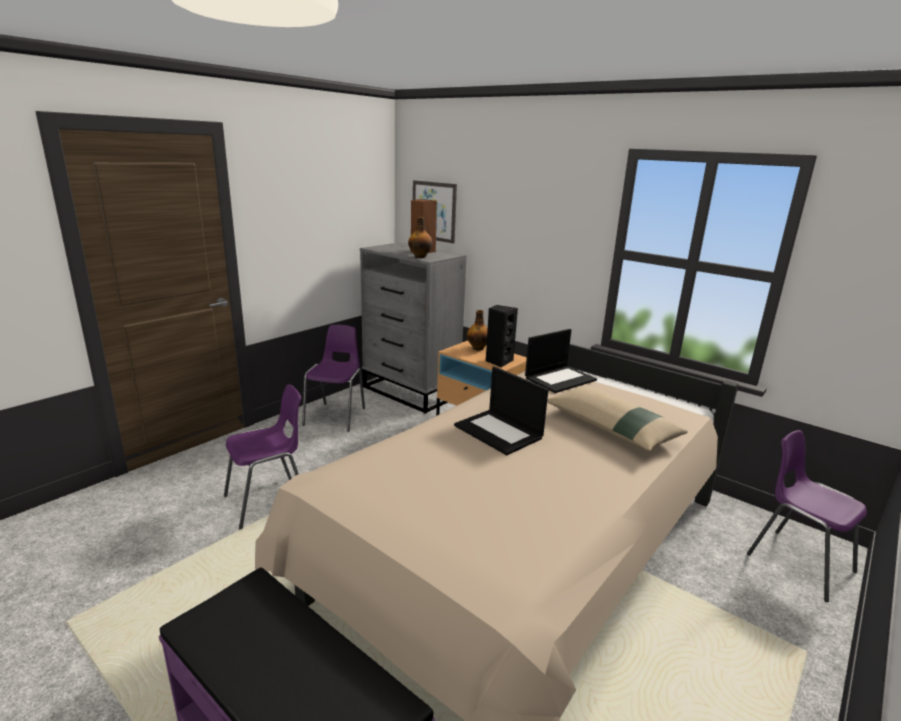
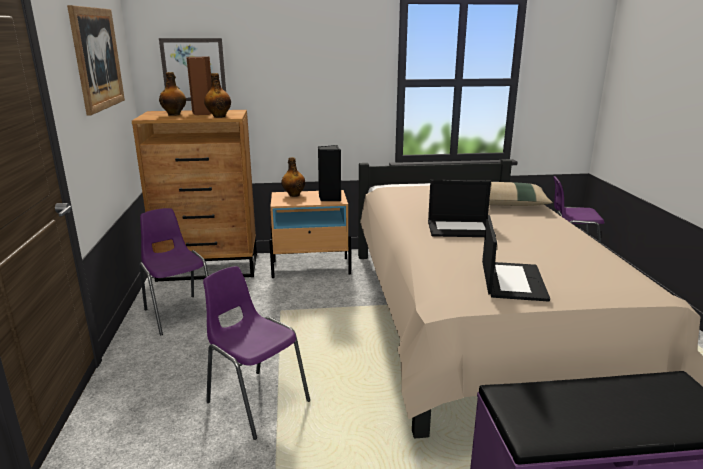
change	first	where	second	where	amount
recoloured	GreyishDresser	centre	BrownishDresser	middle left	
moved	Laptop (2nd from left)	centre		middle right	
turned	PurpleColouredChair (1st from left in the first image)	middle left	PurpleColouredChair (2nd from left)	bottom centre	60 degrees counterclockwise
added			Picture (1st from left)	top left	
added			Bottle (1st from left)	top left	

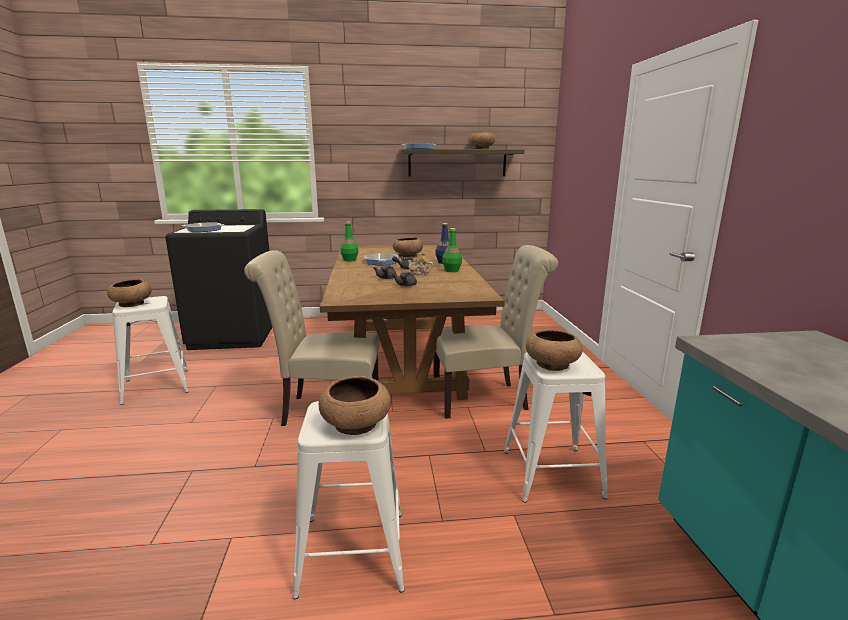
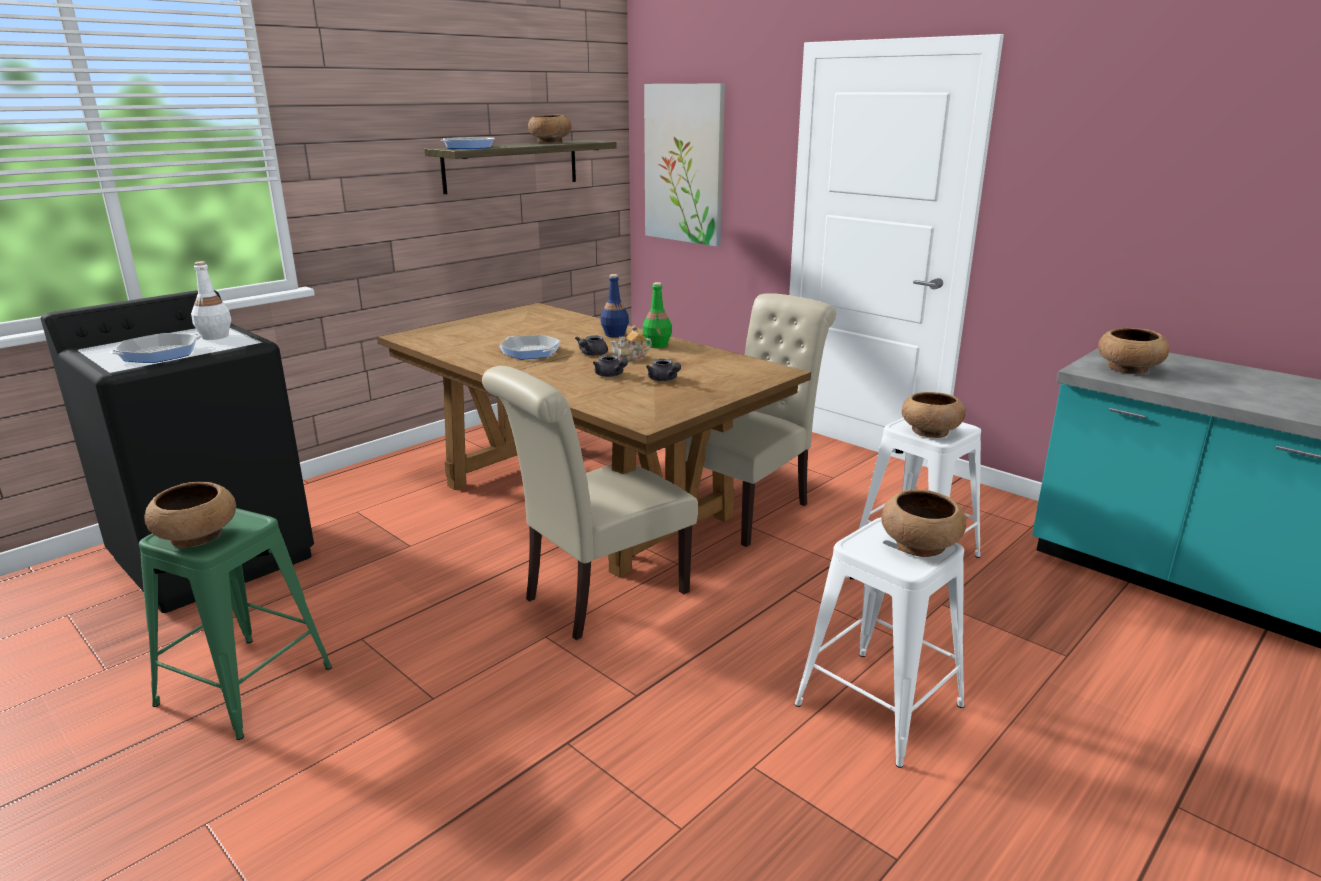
change	first	where	second	where	amount
removed	GreenishBottle (1st from left)	centre			
moved	BrownishServingBowl (3rd from left in the first image)	centre	BrownishServingBowl (5th from left)	middle right	
recoloured	WhiteColouredSittingStool (1st from left)	middle left	GreenishSittingStool	bottom left	
added			Picture	top centre	
added			WhiteColouredBottle	middle left	

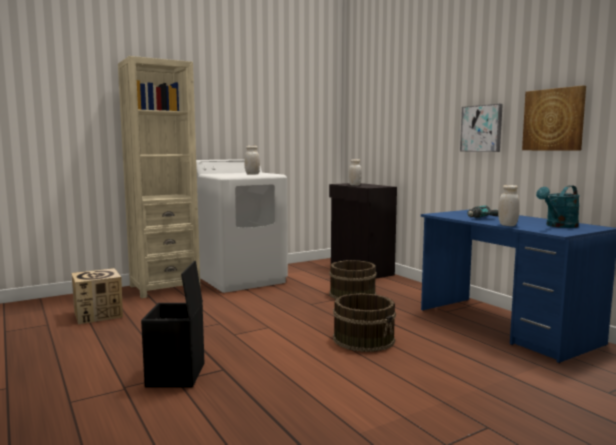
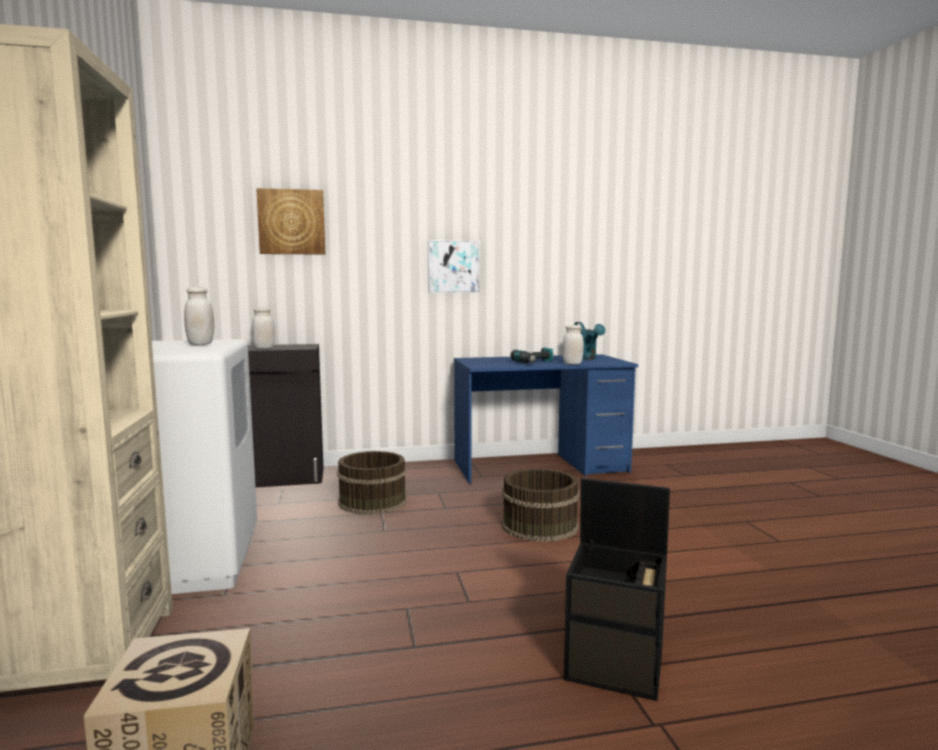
change	first	where	second	where	amount
moved	Picture (2nd from left in the first image)	top right	Picture (1st from left)	top left	

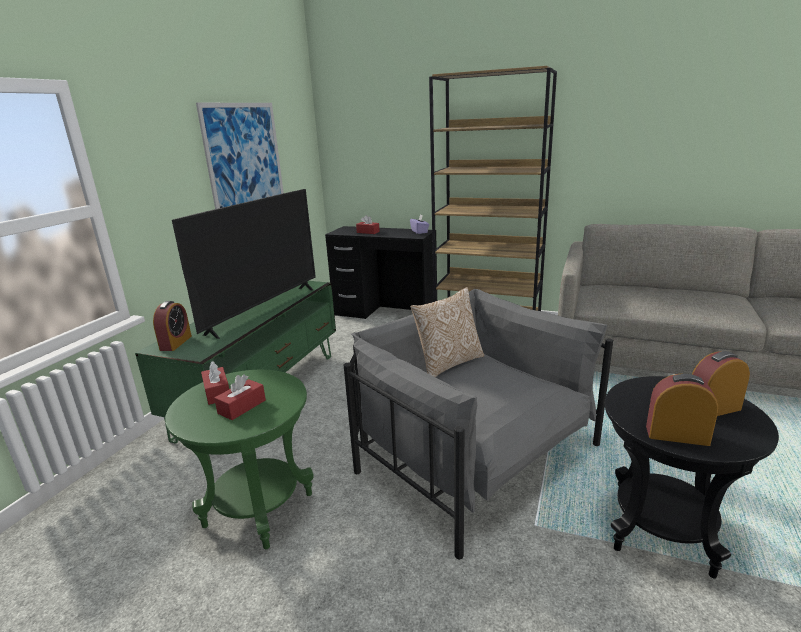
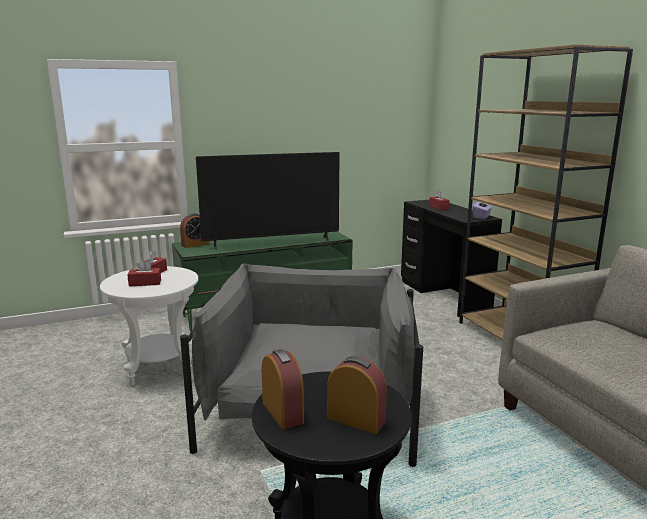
change	first	where	second	where	amount
removed	Picture	top left			
removed	Pillow	centre			
recoloured	GreenishAccentTable	bottom left	WhiteColouredAccentTable	middle left	

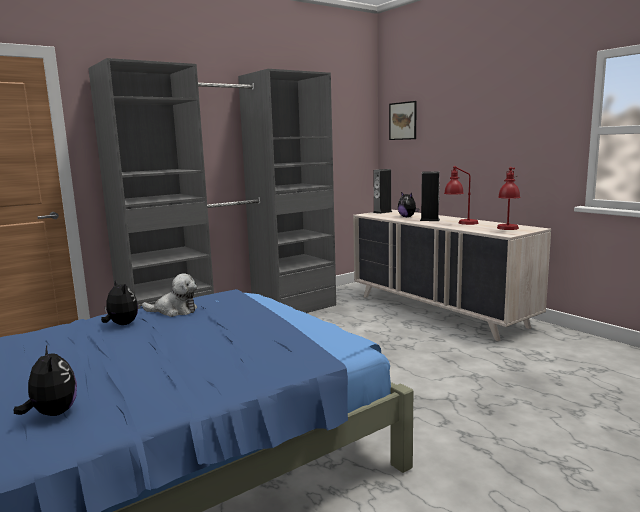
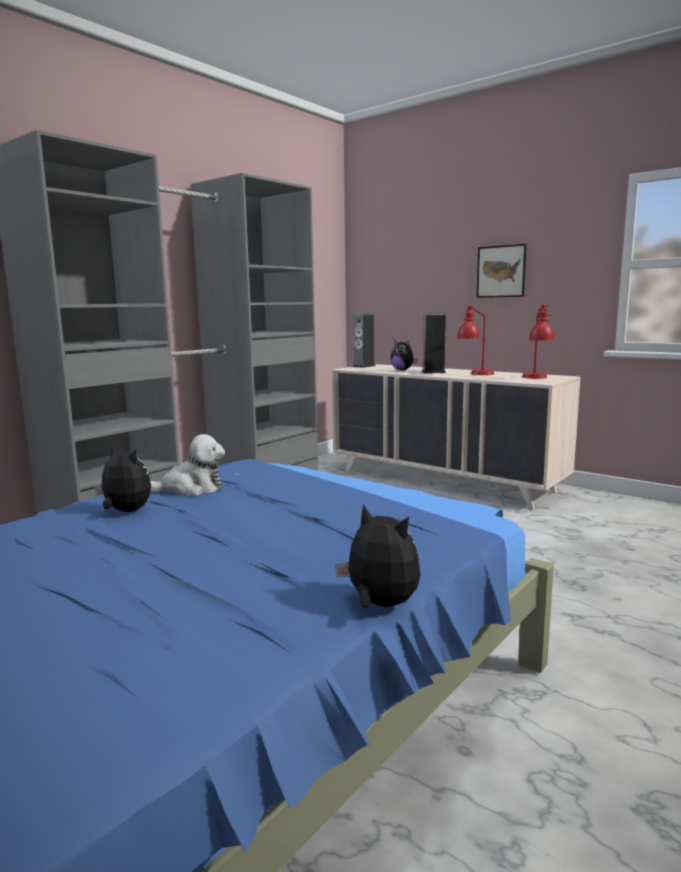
change	first	where	second	where	amount
moved	Picture	top centre		top right	
moved	PlushToy (1st from left in the first image)	bottom left	PlushToy (3rd from left)	centre	

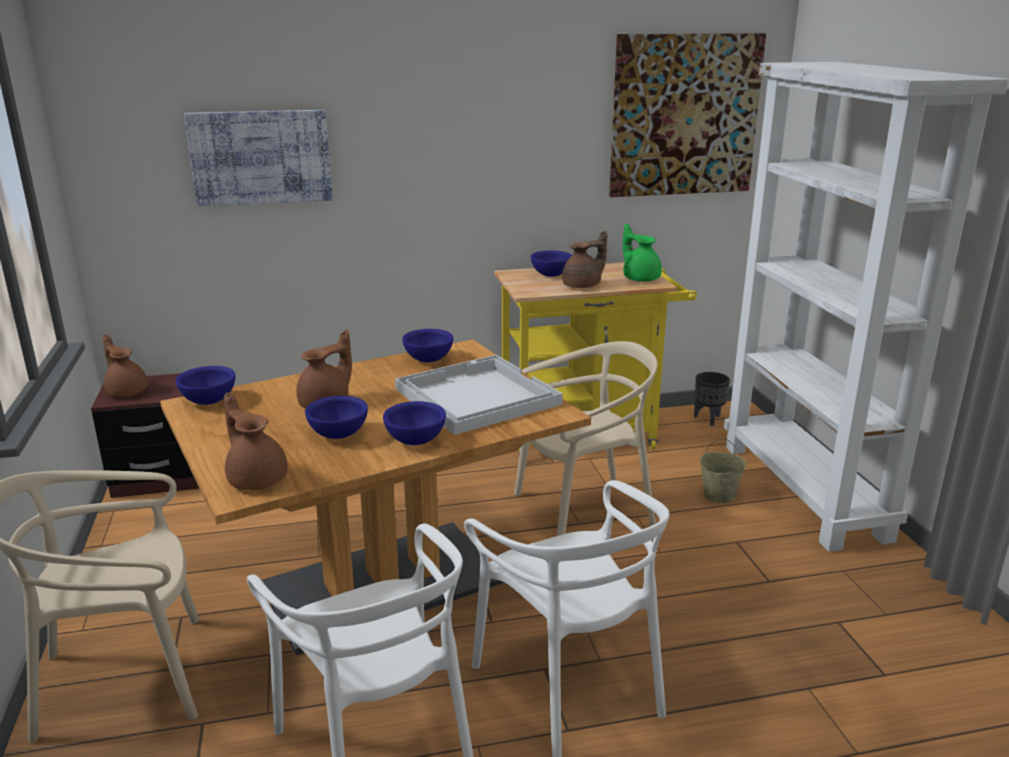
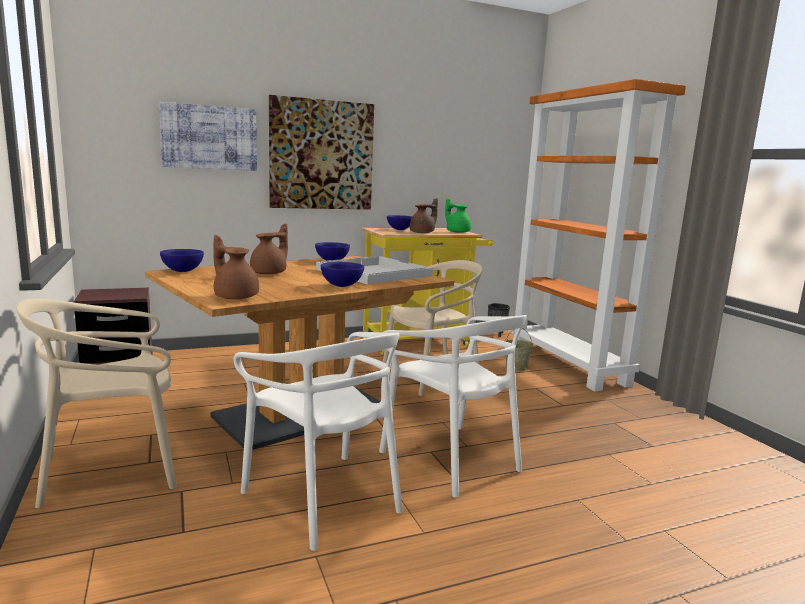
change	first	where	second	where	amount
moved	Picture (2nd from left)	top right		top centre	
recoloured	WhiteColouredShelvingUnit	middle right	OrangeColouredShelvingUnit	middle right	
removed	BrownishTeapot (1st from left)	middle left			
removed	BlueServingBowl (2nd from left)	middle left			

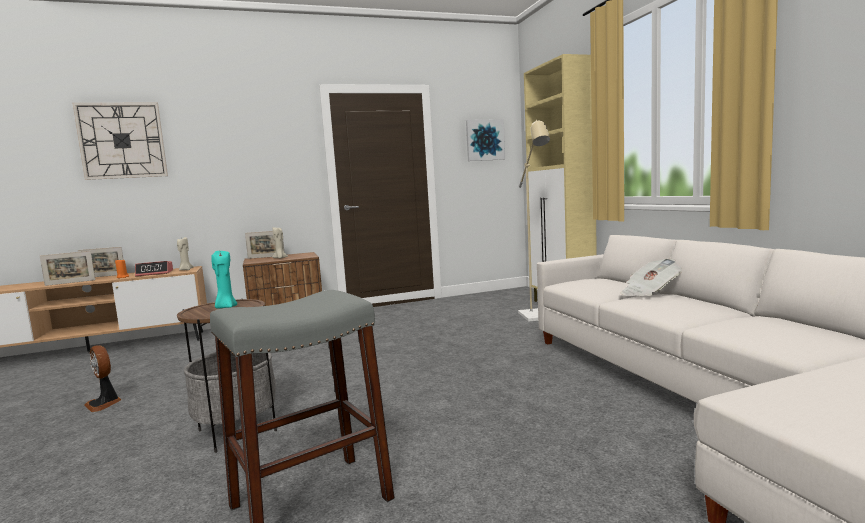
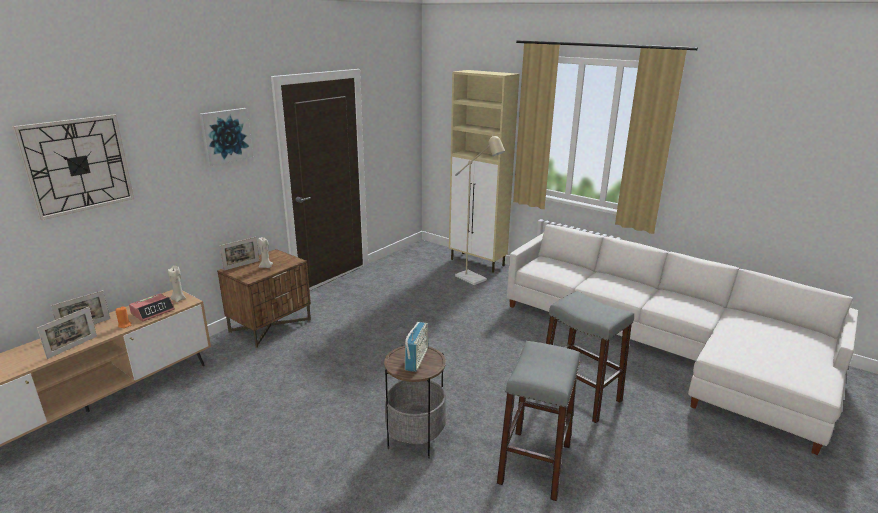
change	first	where	second	where	amount
moved	Picture	top centre		top left	
replaced	TurquoiseCandle	middle left	Radio	bottom centre	
removed	PrintedPaper	middle right			
removed	CoolingFan	bottom left			
added			GreyishSittingStool (2nd from left)	bottom right	

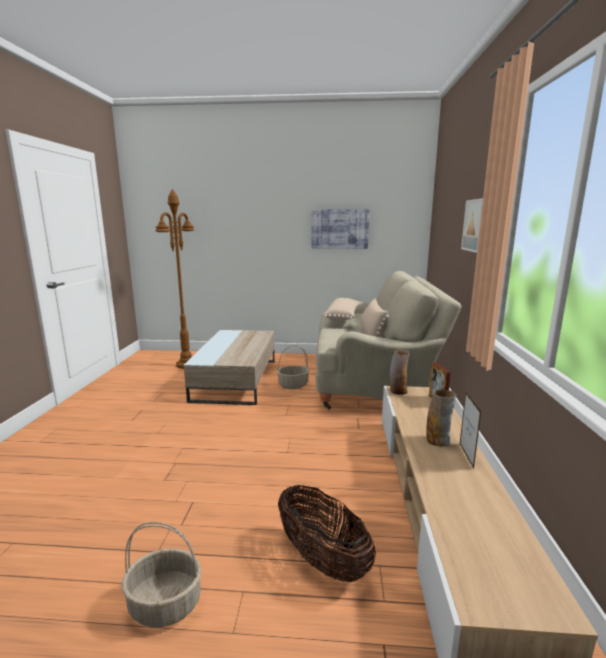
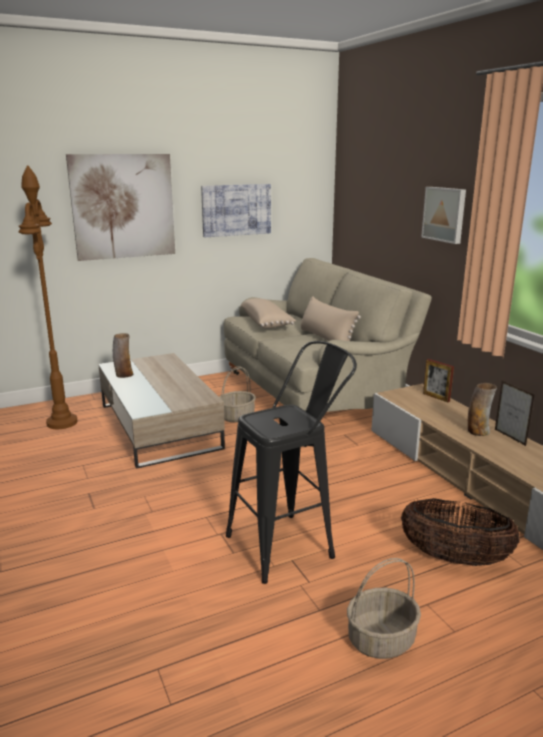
change	first	where	second	where	amount
moved	DecorativeVase (1st from left)	centre		middle left	
added			Picture (1st from left)	top left	
added			BlackishSittingStool	centre	

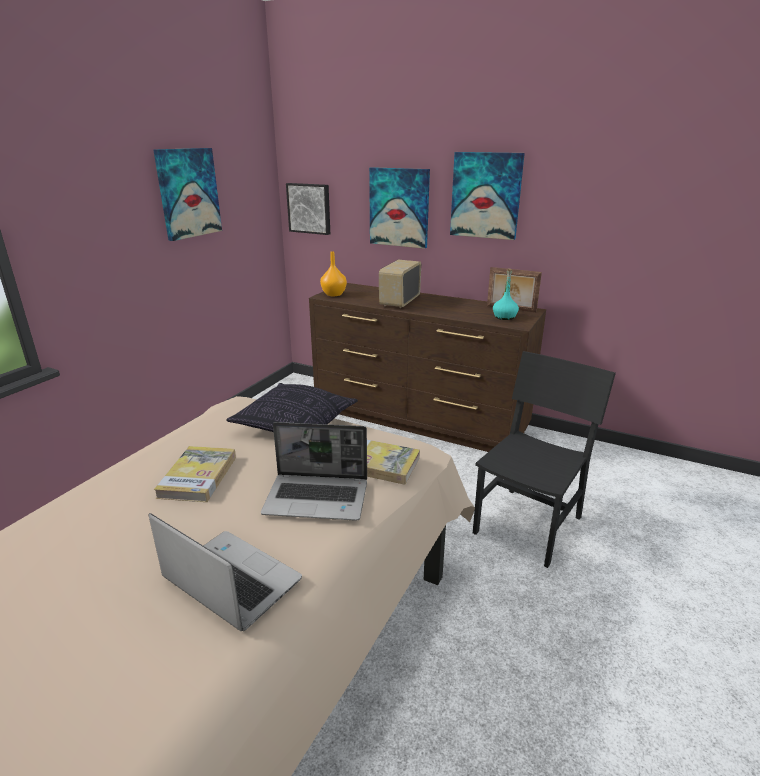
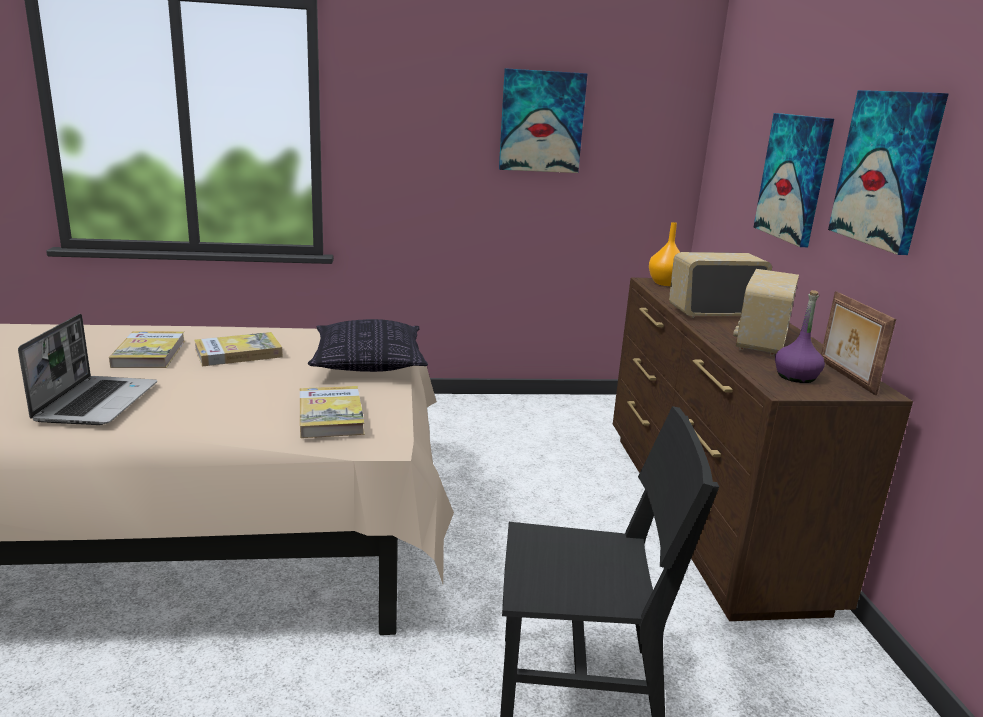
change	first	where	second	where	amount
removed	Picture (2nd from left)	top centre			
recoloured	TurquoiseBottle	centre	PurpleColouredBottle	middle right	
removed	Laptop (2nd from left)	centre			
added			Radio (2nd from left)	middle right	
added			Volume (1st from left)	middle left	

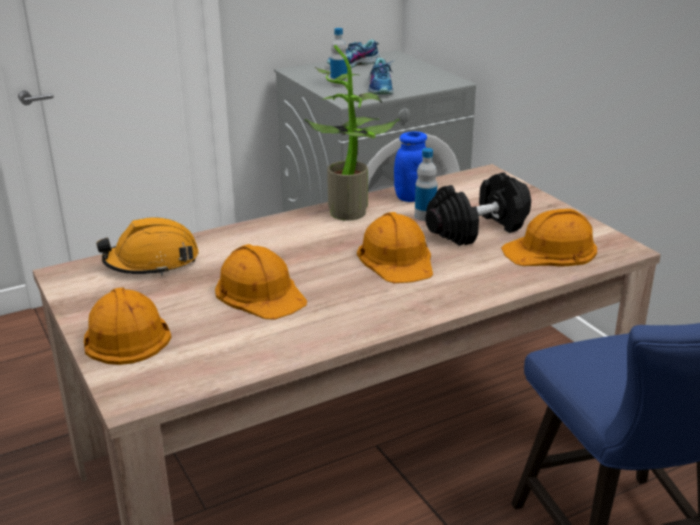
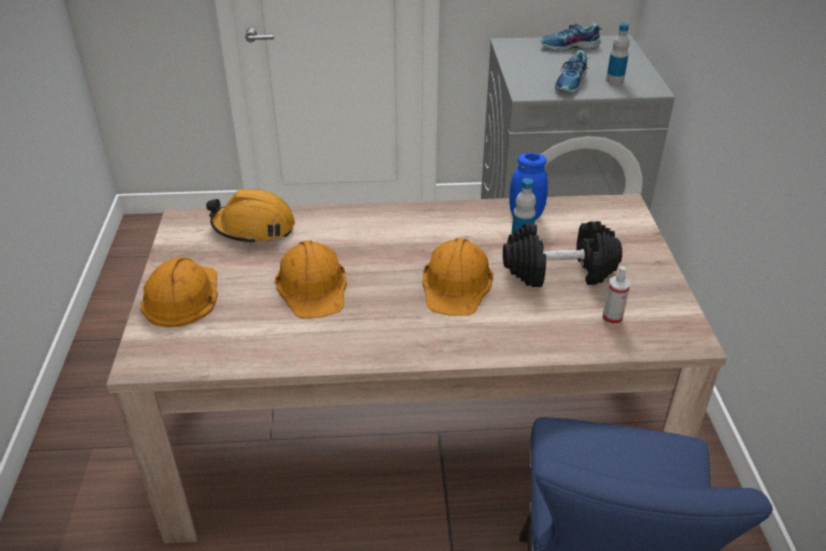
change	first	where	second	where	amount
moved	Bottle (1st from left in the first image)	top centre	Bottle (2nd from left)	top right	
removed	PlantInAPot	top centre			
replaced	OrangeColouredHardHat (5th from left)	middle right	SprayBottle	middle right	

